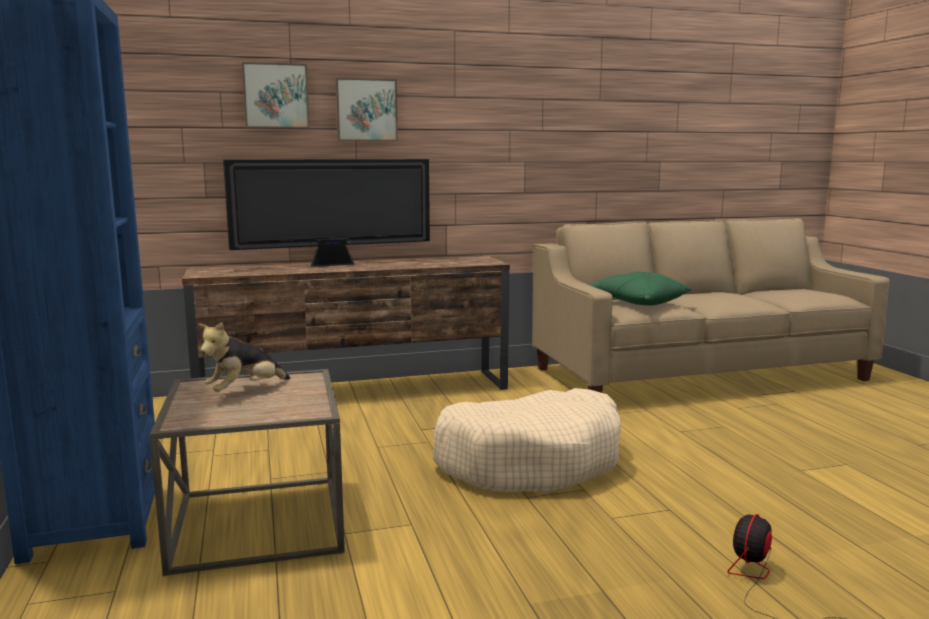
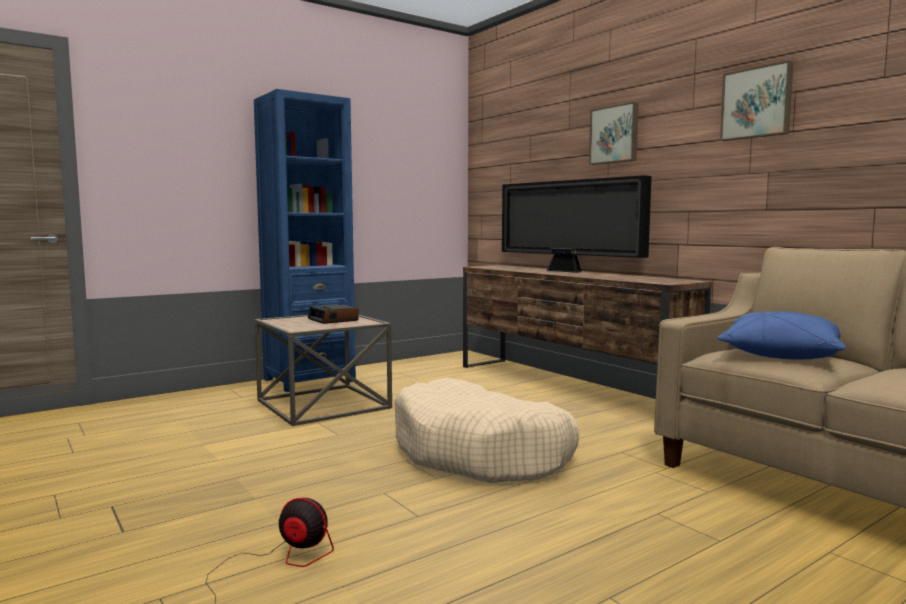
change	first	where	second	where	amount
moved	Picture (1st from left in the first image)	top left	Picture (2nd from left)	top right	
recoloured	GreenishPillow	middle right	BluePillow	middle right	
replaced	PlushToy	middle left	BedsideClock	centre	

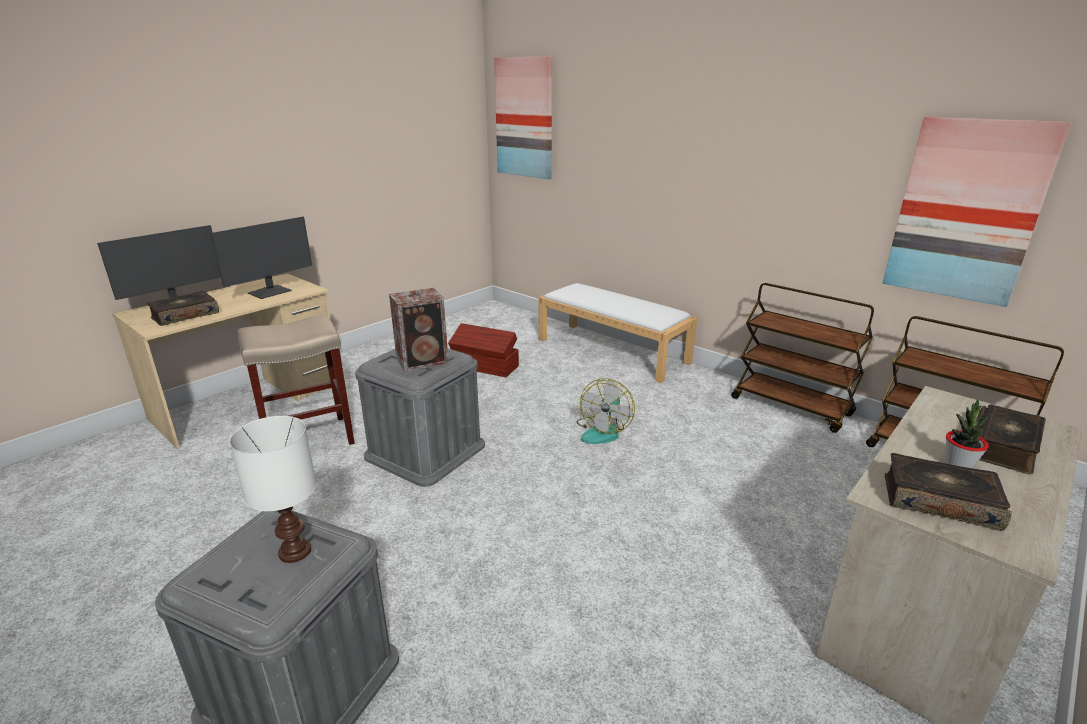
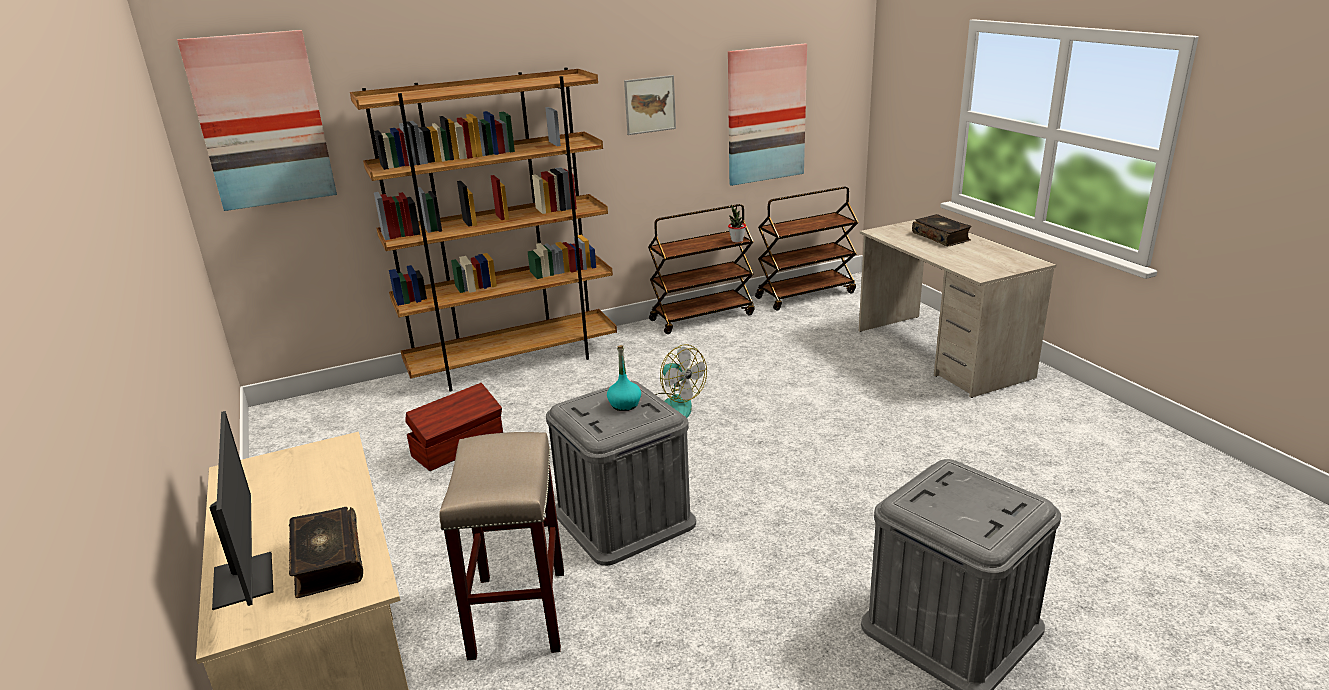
change	first	where	second	where	amount
removed	ComputerDisplay (2nd from left)	middle left			
replaced	WhiteColouredLongSeat	centre	BrownishShelvingUnit	top centre	
replaced	Speaker	centre	TurquoiseBottle	centre	
moved	PlantInAPot	middle right		top centre	
removed	WhiteColouredLampForATable	bottom left			
removed	Volume (2nd from left)	bottom right			
added			Picture (2nd from left)	top centre	

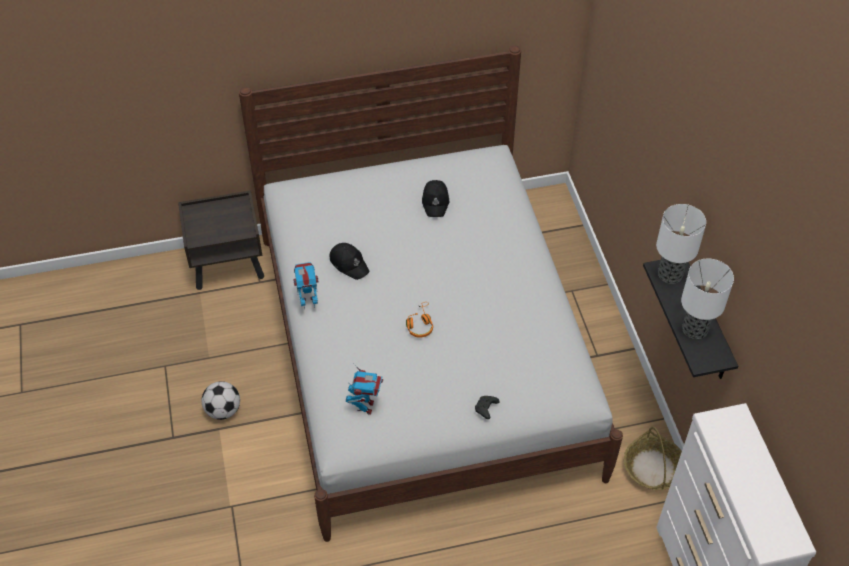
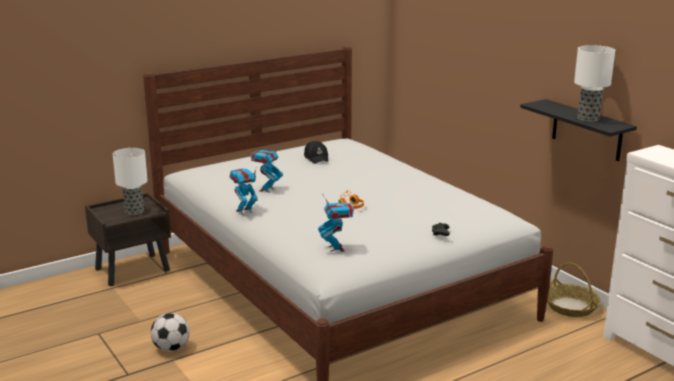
change	first	where	second	where	amount
moved	LampForATable (1st from left)	middle right		middle left	
replaced	BlackishBaseballCap (1st from left)	centre	ToyRobot (2nd from left)	centre	

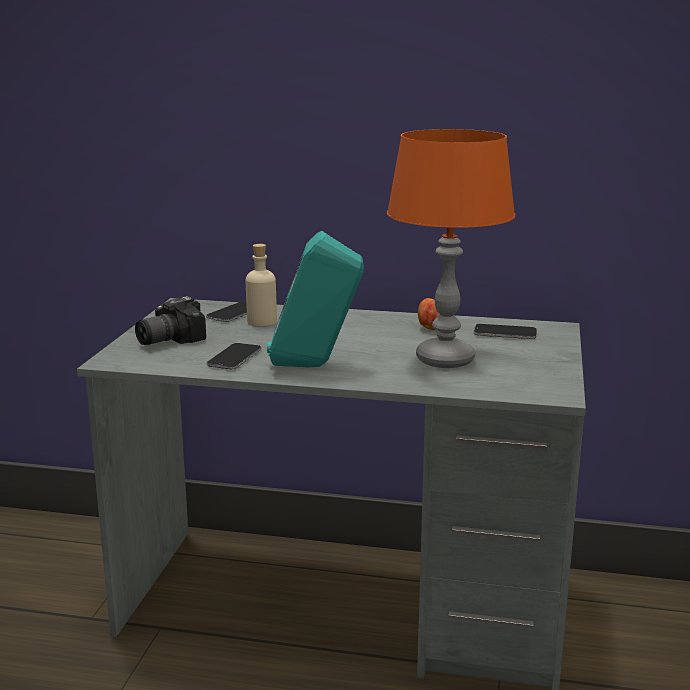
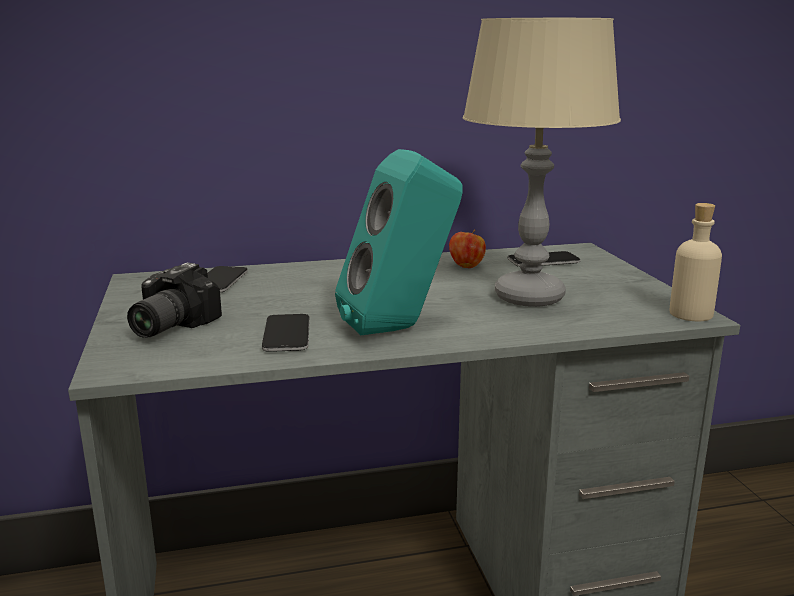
change	first	where	second	where	amount
recoloured	OrangeColouredLampForATable	centre	SandColouredLampForATable	top right	
moved	SandColouredBottle	centre		middle right	

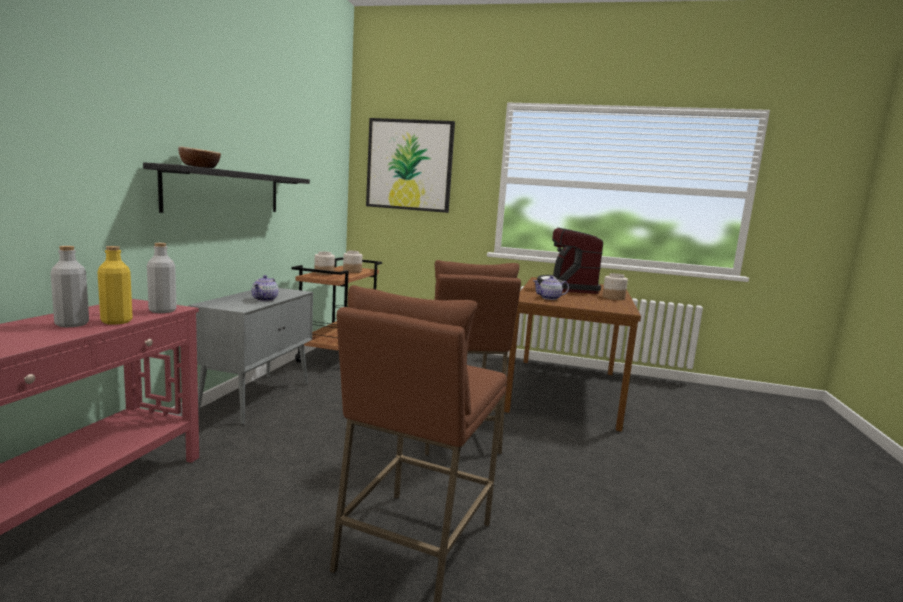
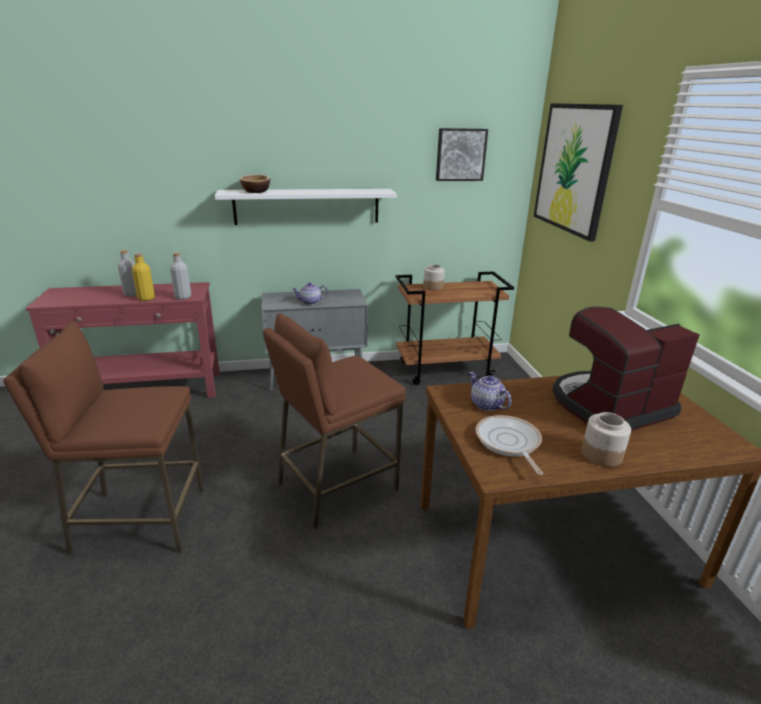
change	first	where	second	where	amount
recoloured	BlackishShelf	top left	WhiteColouredShelf	top centre	
removed	PreserveJar (2nd from left)	centre			
added			Picture (1st from left)	top centre	
added			Skillet	middle right	

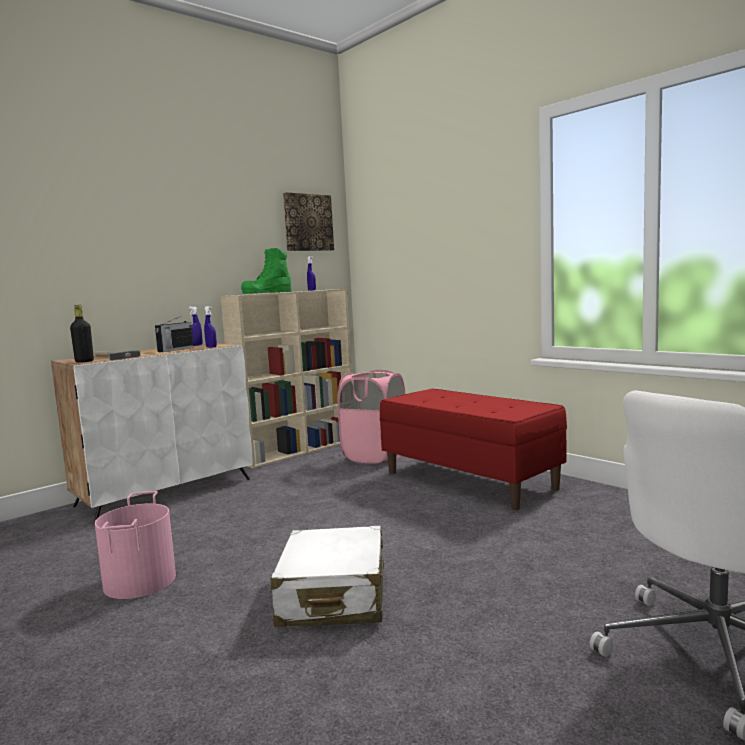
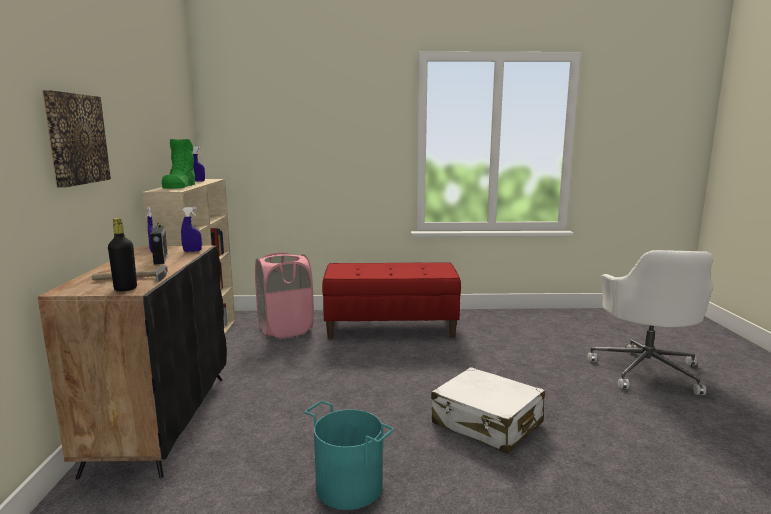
change	first	where	second	where	amount
moved	Picture	top centre		top left	
recoloured	WhiteColouredStorageCabinet	middle left	BlackishStorageCabinet	bottom left	
recoloured	PinkBucket	bottom left	TurquoiseBucket	bottom centre	

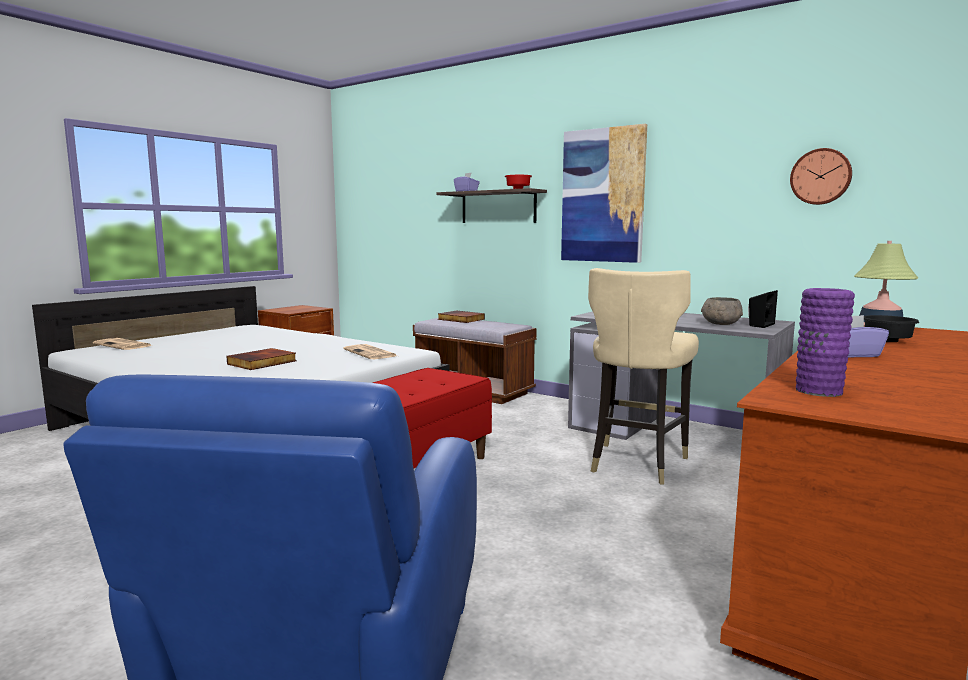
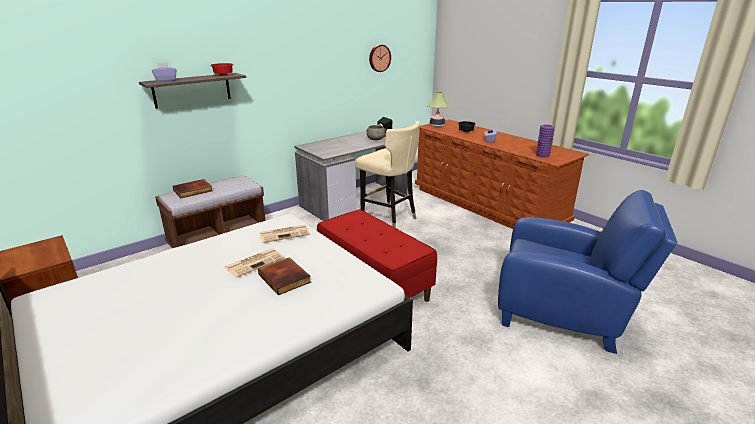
change	first	where	second	where	amount
removed	Picture	top centre			
moved	PrintedPaper (1st from left)	middle left		centre	

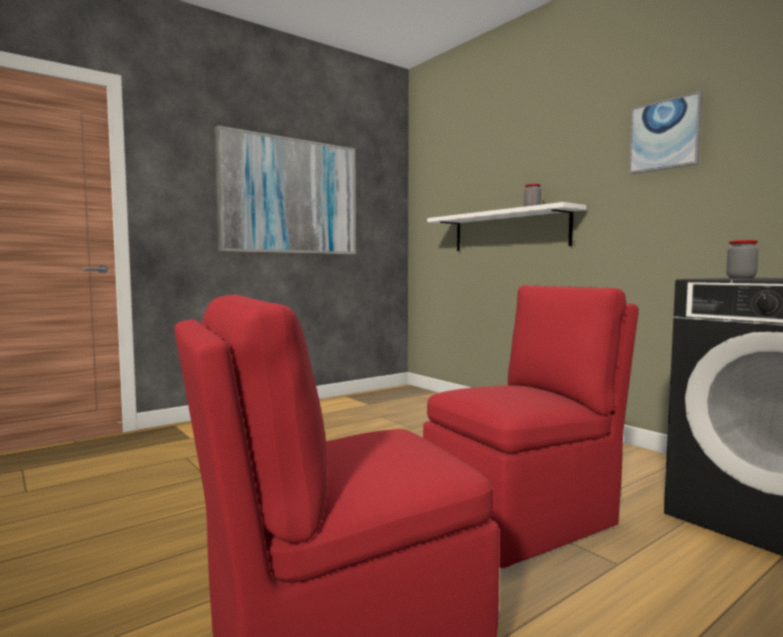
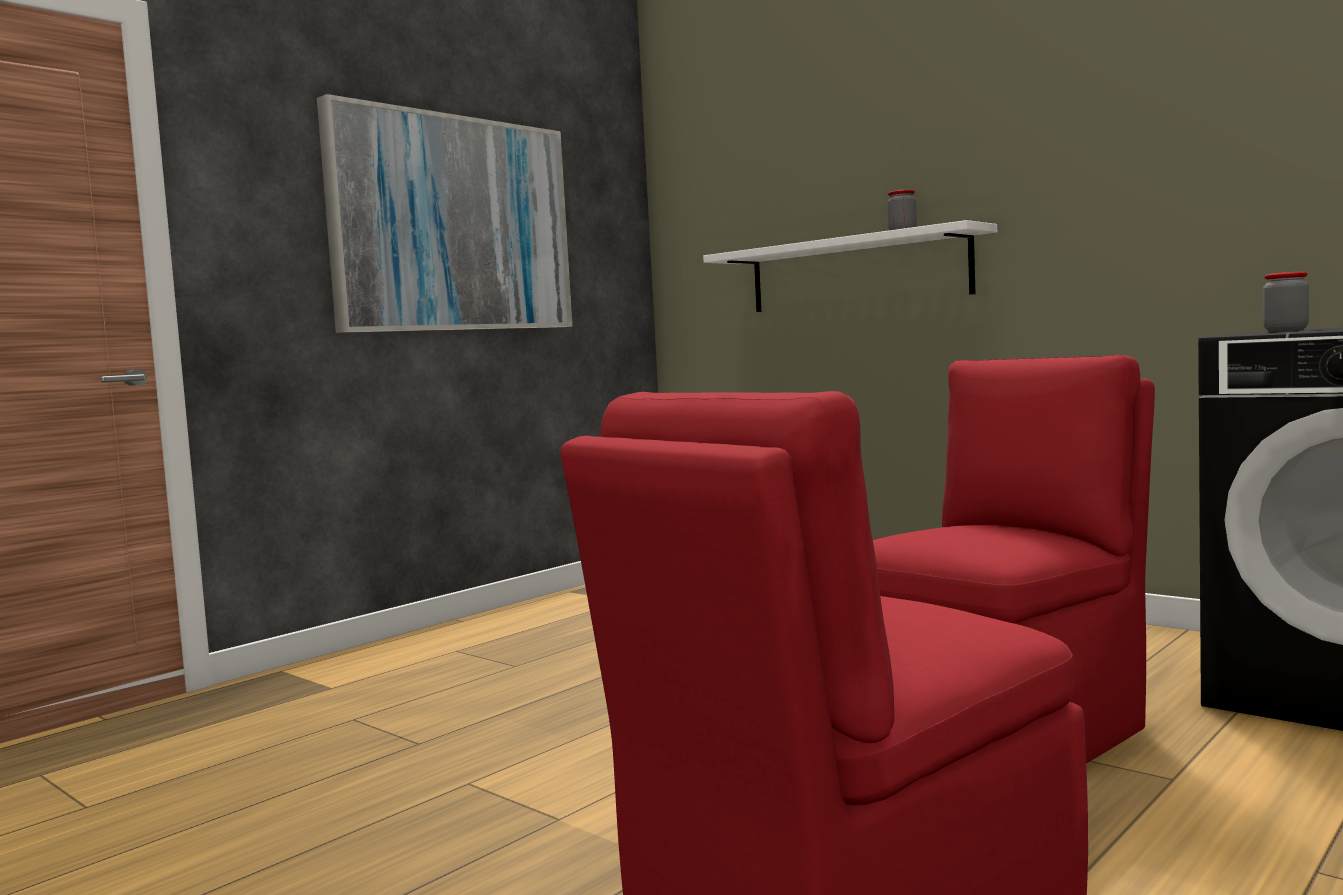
change	first	where	second	where	amount
removed	Picture (2nd from left)	top right			

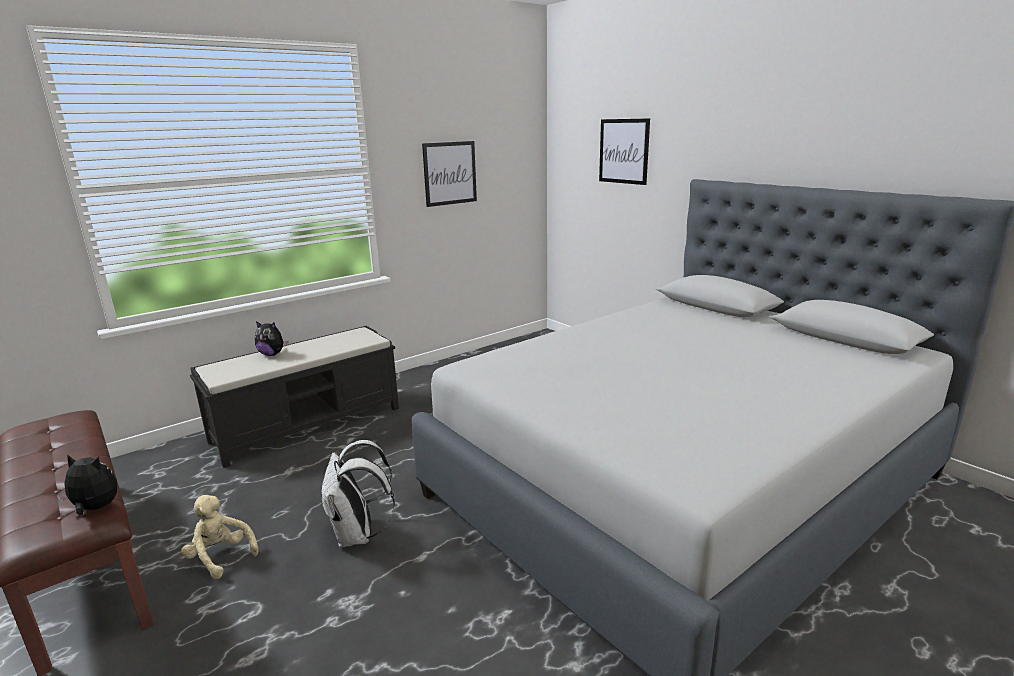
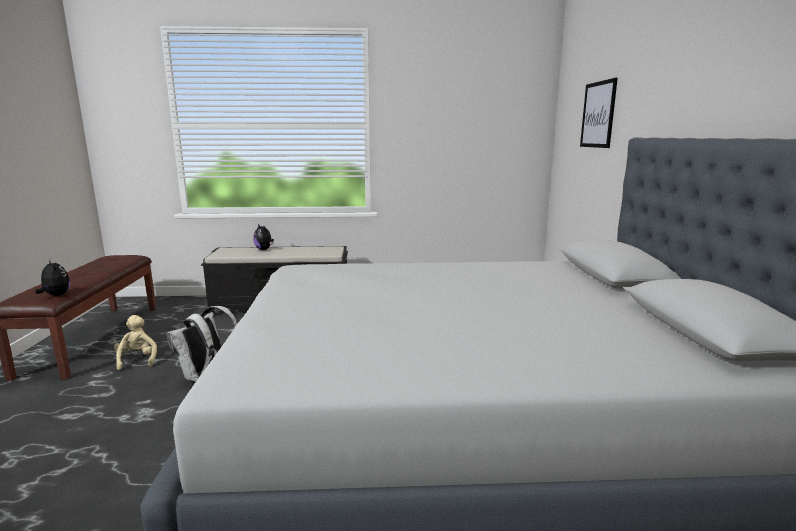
change	first	where	second	where	amount
removed	Picture (1st from left)	top centre			

